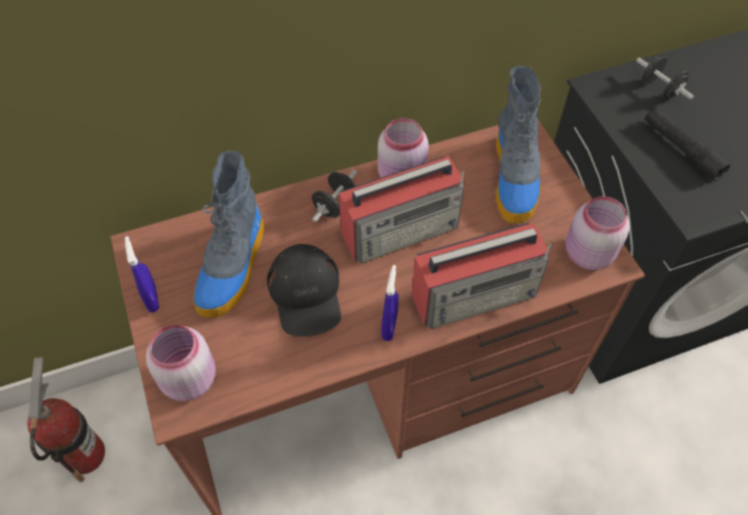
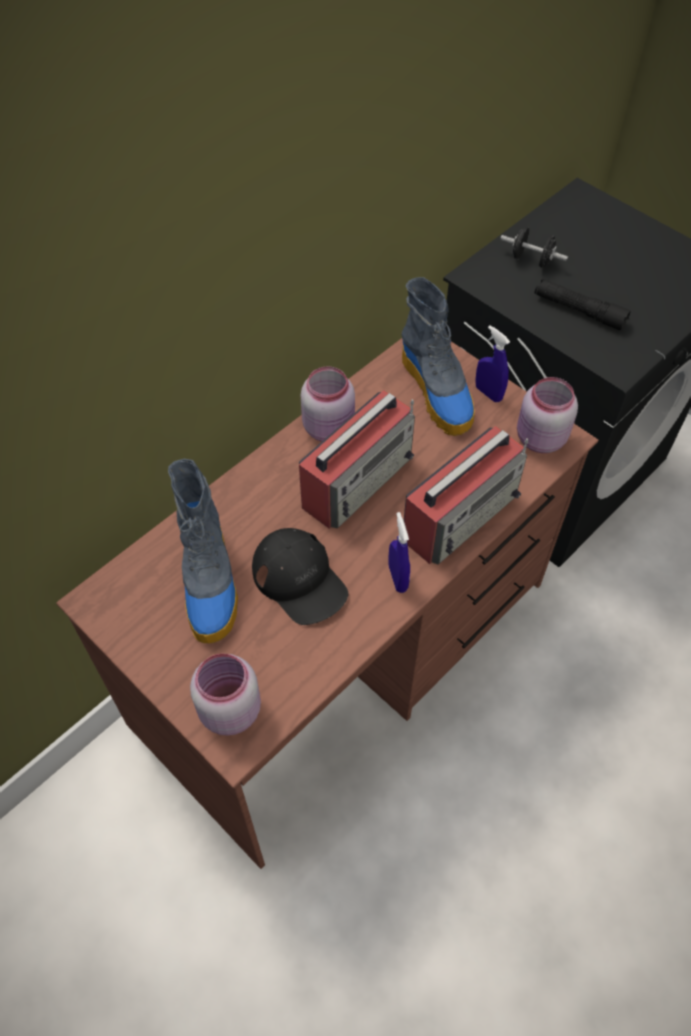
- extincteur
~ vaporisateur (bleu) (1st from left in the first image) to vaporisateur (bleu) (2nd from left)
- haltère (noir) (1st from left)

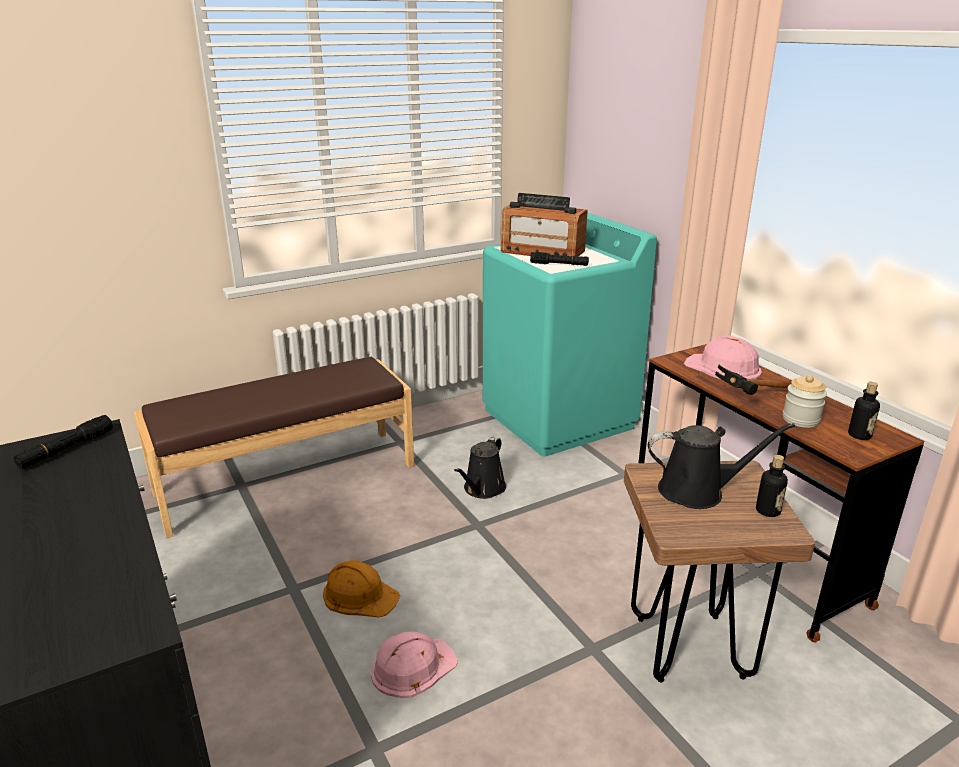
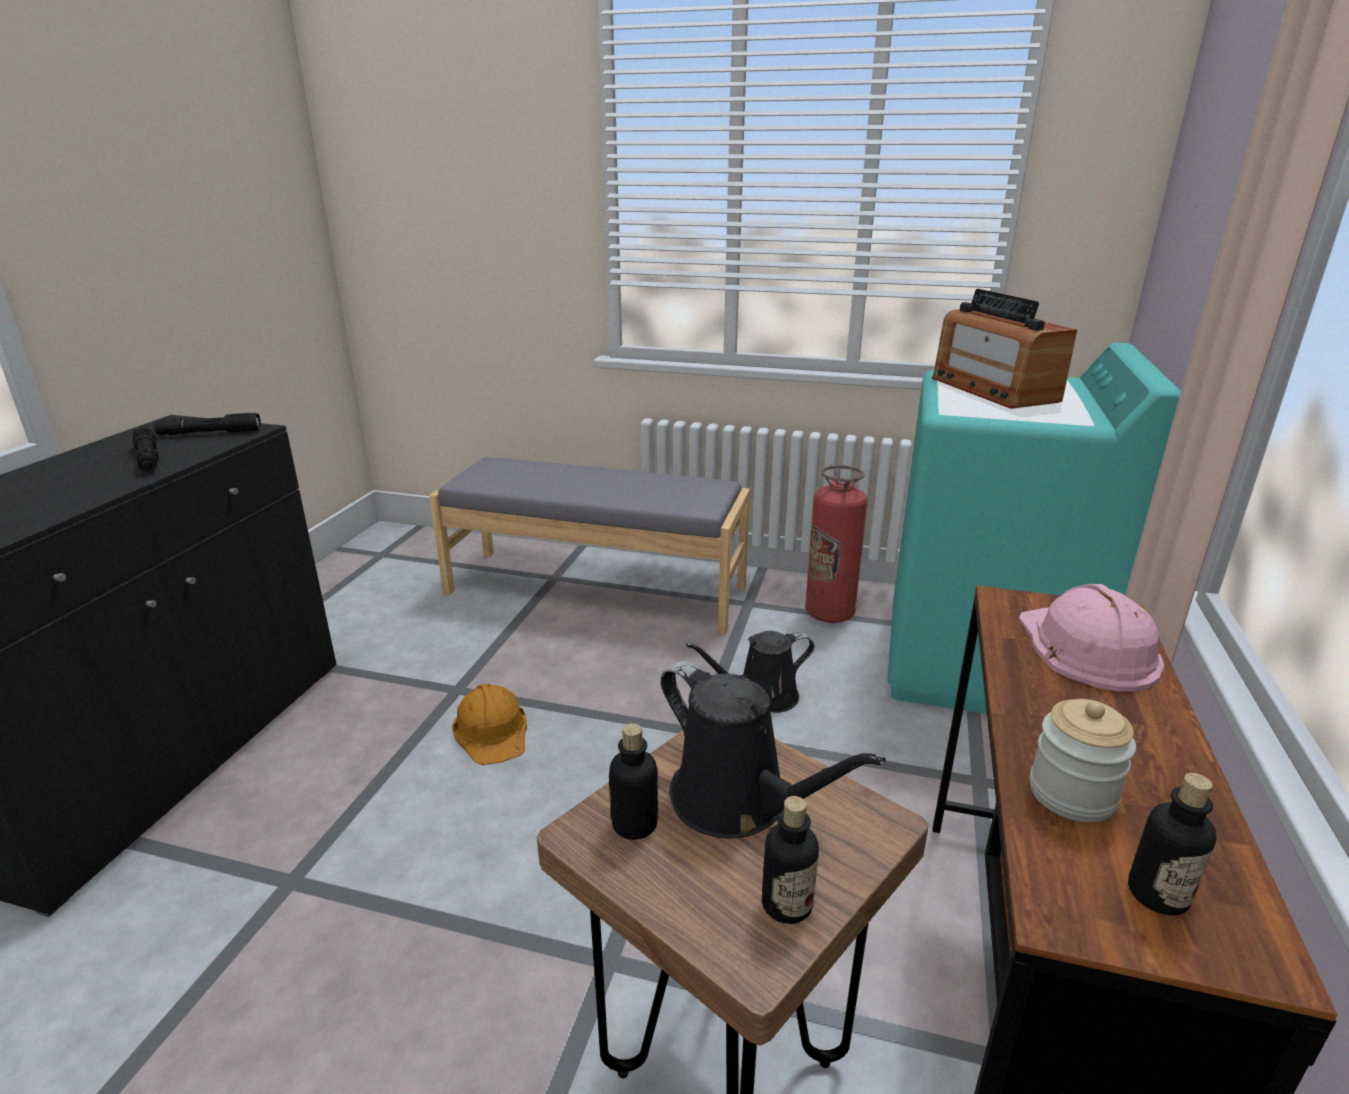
~ banc (marron) to banc (gris)
- casque de chantier (rose) (1st from left)
~ lampe de poche (noir) (2nd from left in the first image) to lampe de poche (noir) (1st from left)
- marteau
+ bouteille (1st from left)
+ extincteur

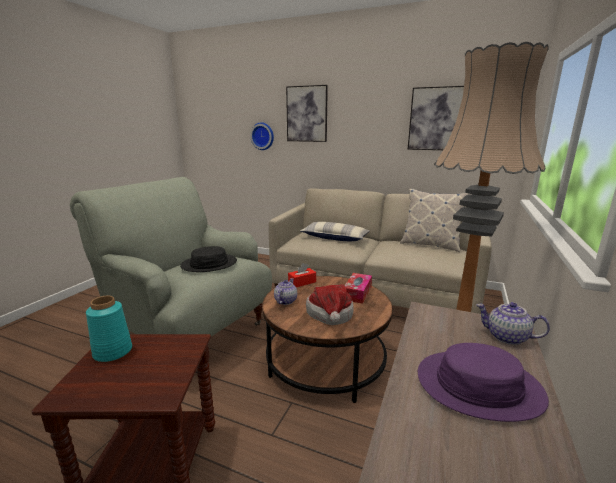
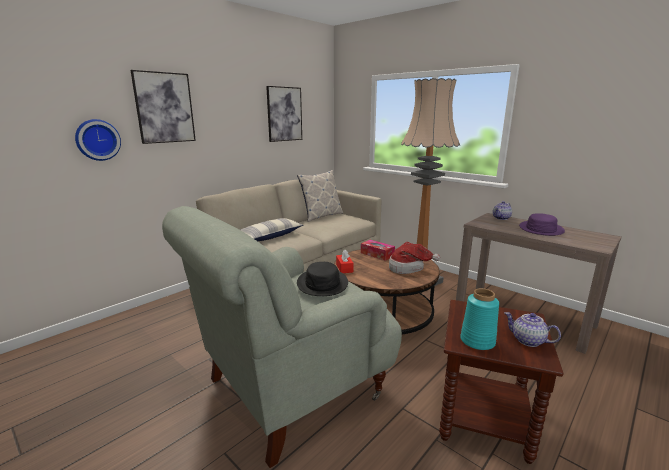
~ théière (1st from left in the first image) to théière (2nd from left)

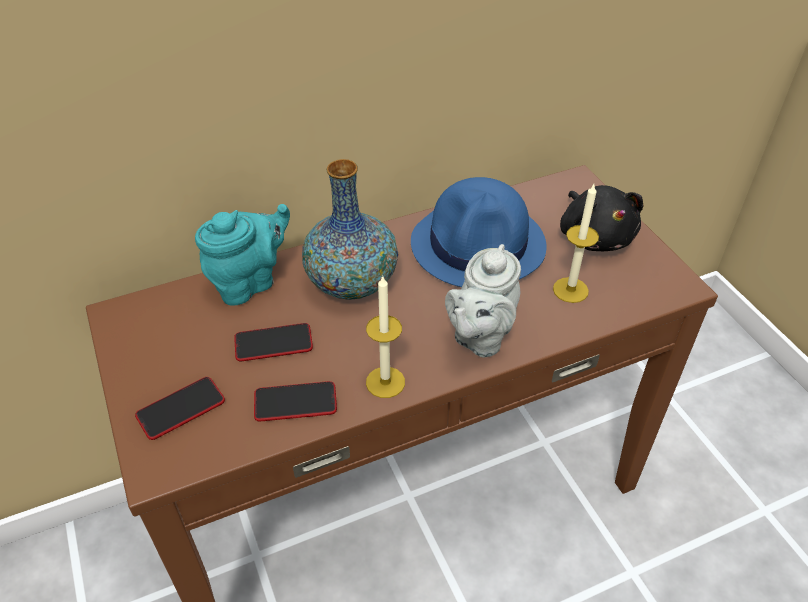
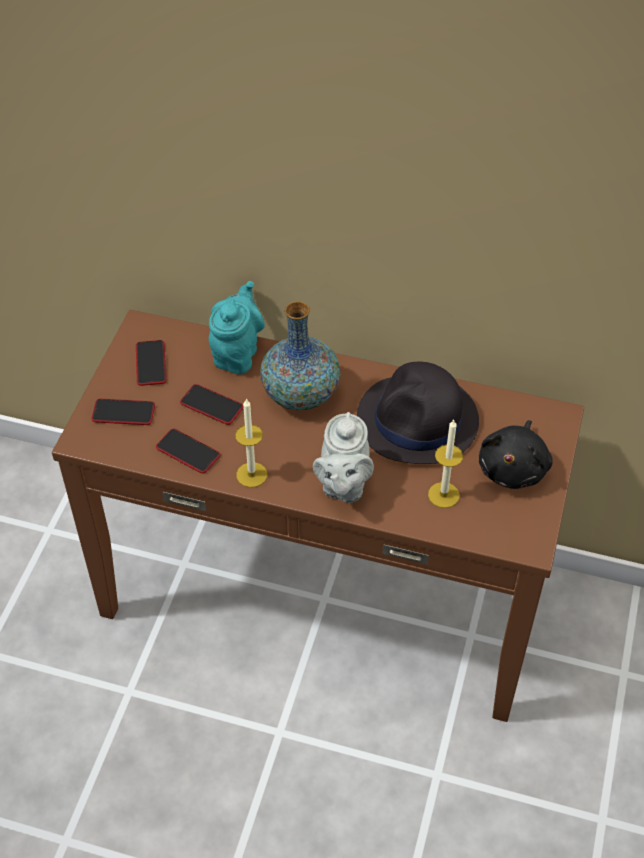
~ théière (turquoise) 75 degrees counterclockwise
~ chapeau (bleu) to chapeau (noir)
~ théière (gris) 60 degrees counterclockwise
+ téléphone (2nd from left)

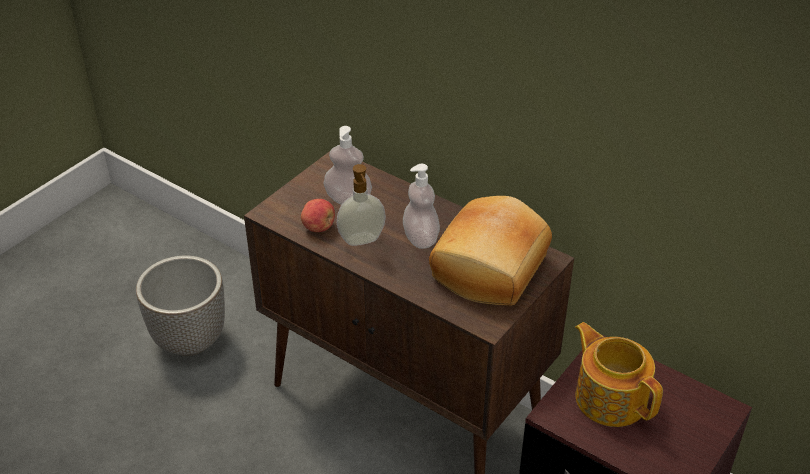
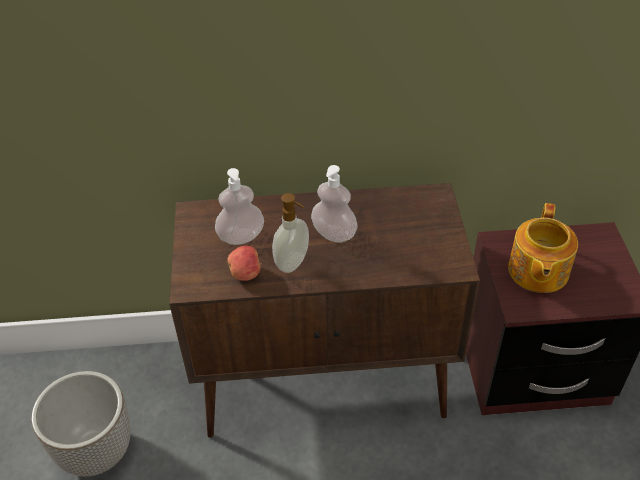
- pain
~ théière 90 degrees counterclockwise

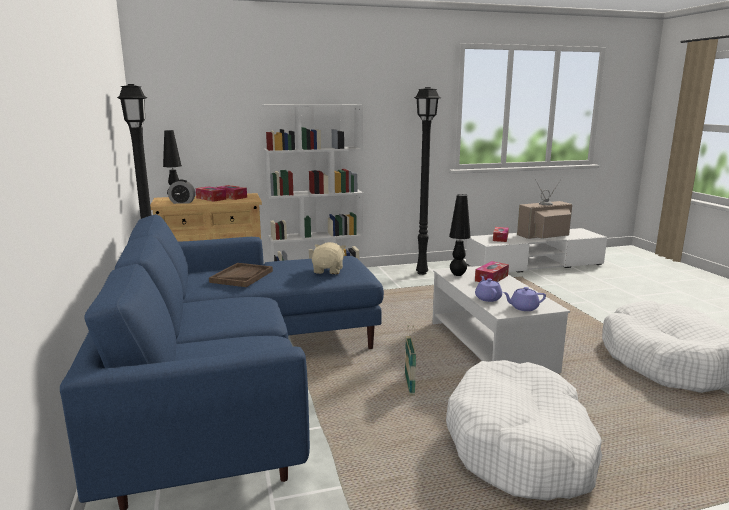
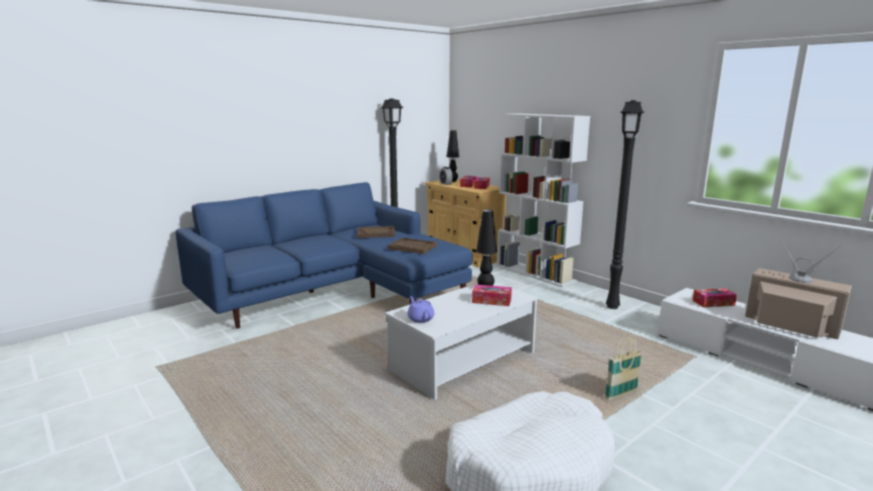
~ peluche (beige) to plateau (marron) (2nd from left)
~ panier
- panier pour chien (blanc) (1st from left)
- théière (violet) (1st from left)

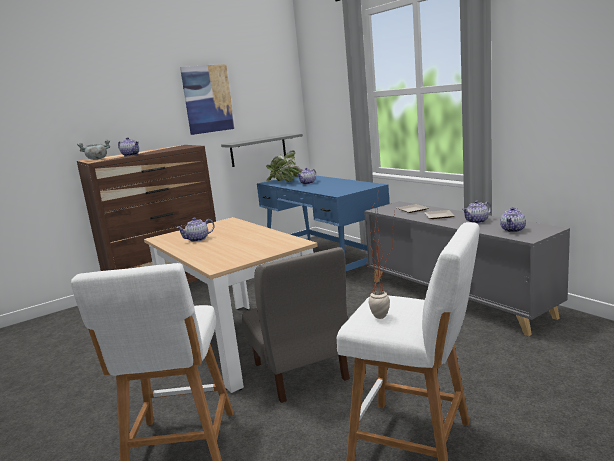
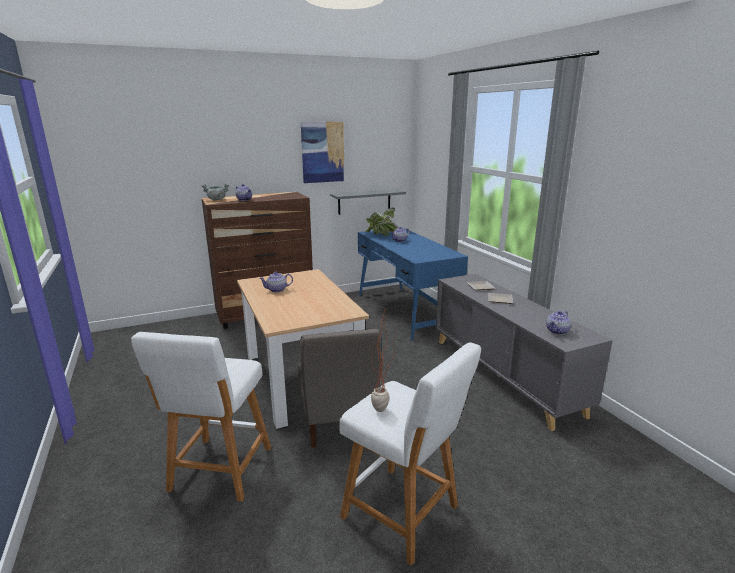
- théière (4th from left)

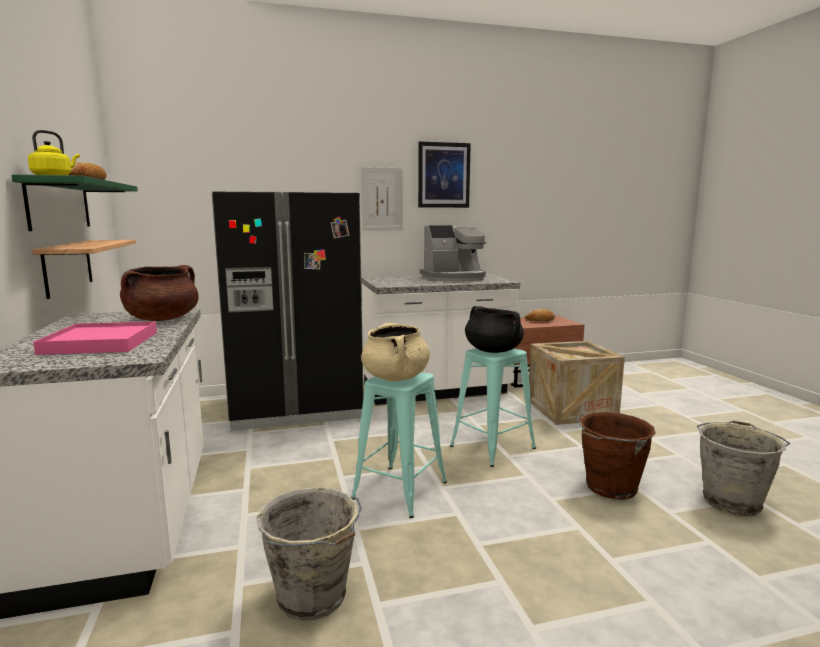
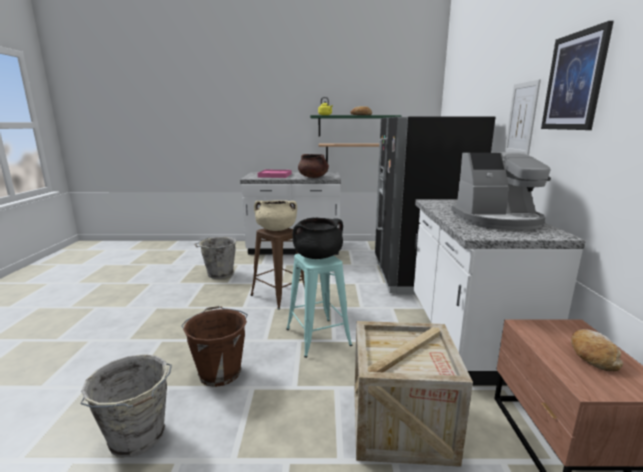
~ tabouret (turquoise) (1st from left) to tabouret (marron)
~ machine à café 90 degrees counterclockwise

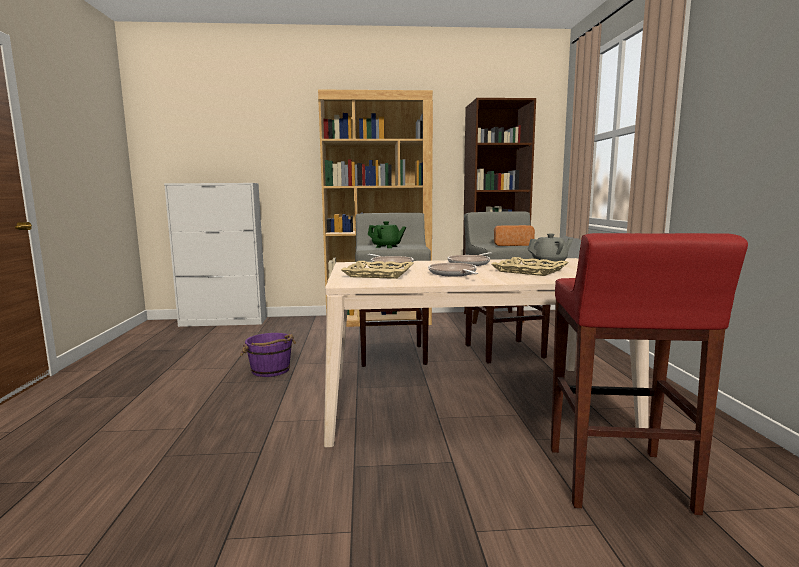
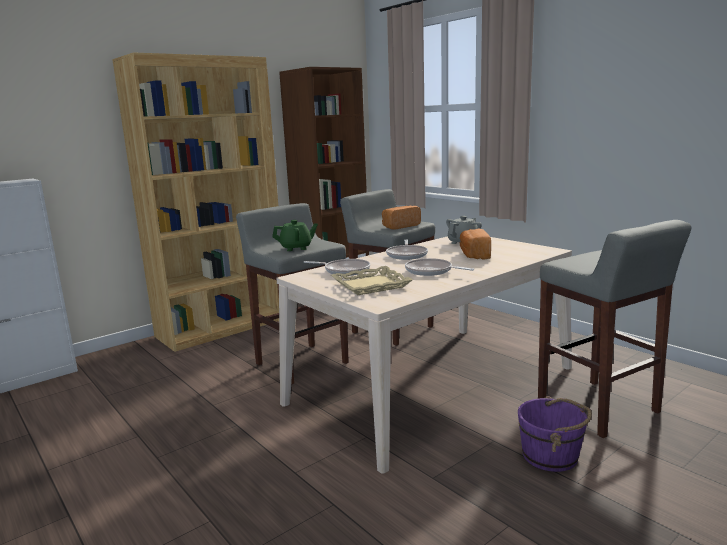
~ seau (violet)
~ plateau (beige) (2nd from left) to pain (2nd from left)
~ tabouret (rouge) to tabouret (gris) (3rd from left)

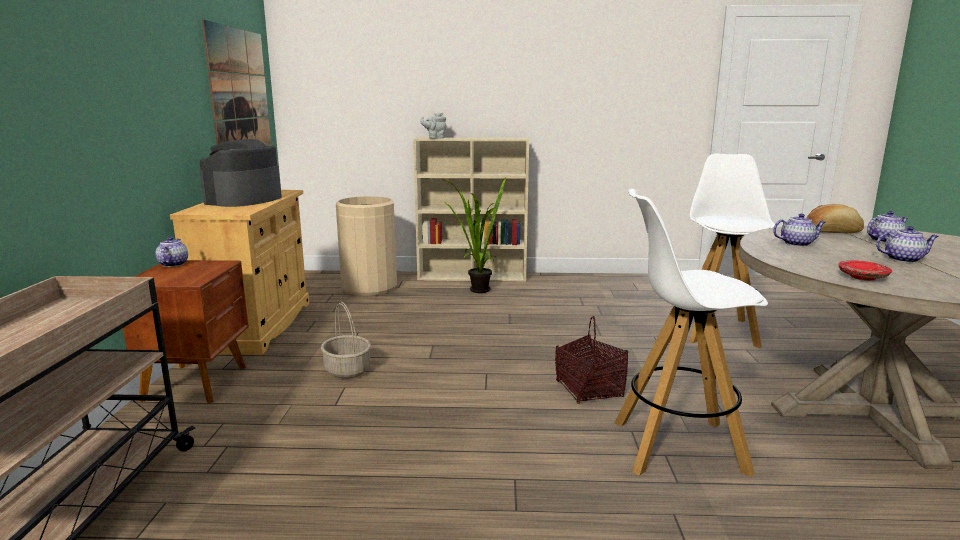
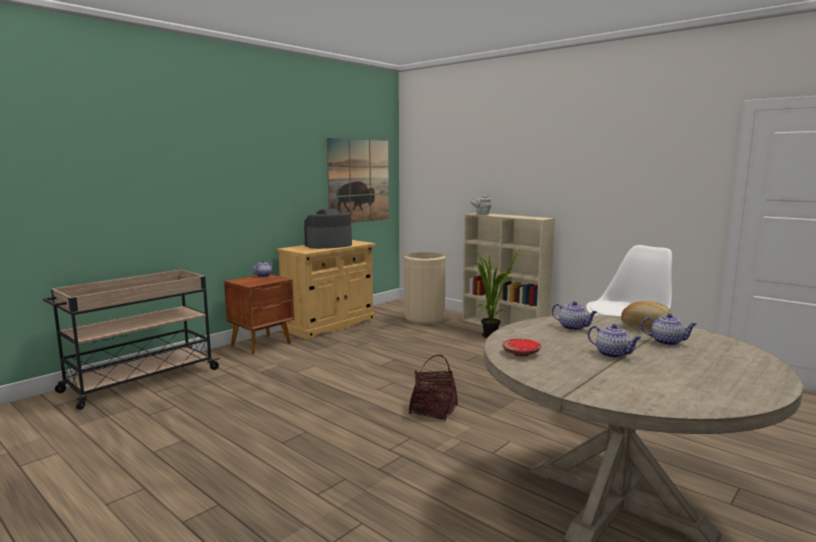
- panier (1st from left)
- tabouret (blanc) (1st from left)

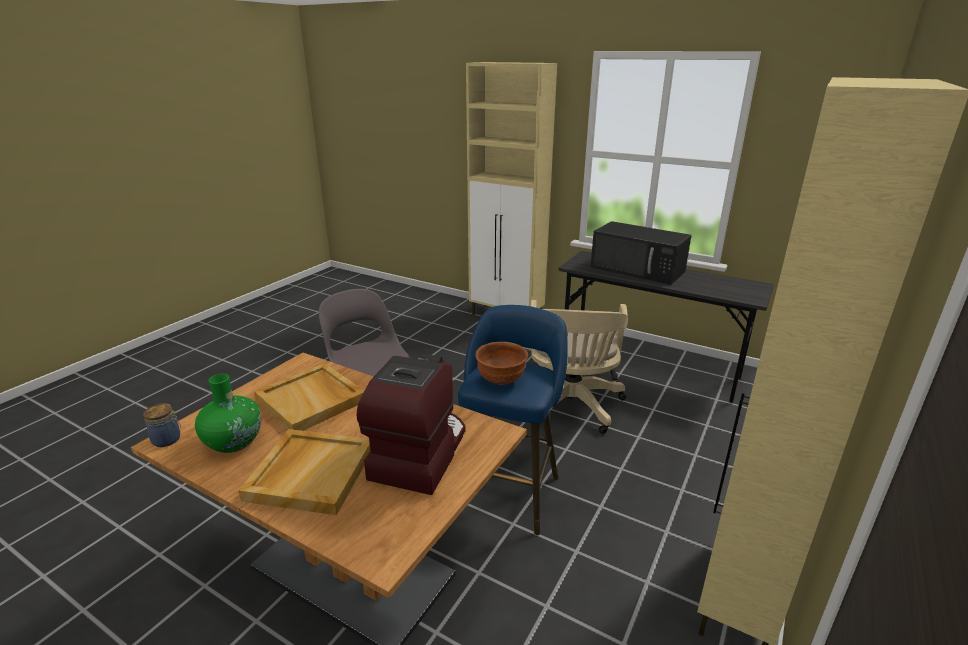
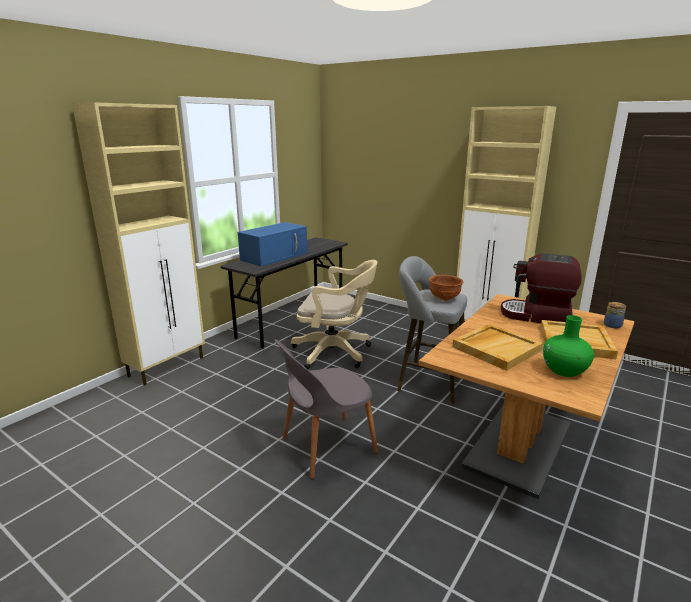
~ bocal
~ tabouret (bleu) to tabouret (gris)
~ micro-ondes (noir) to micro-ondes (bleu)

